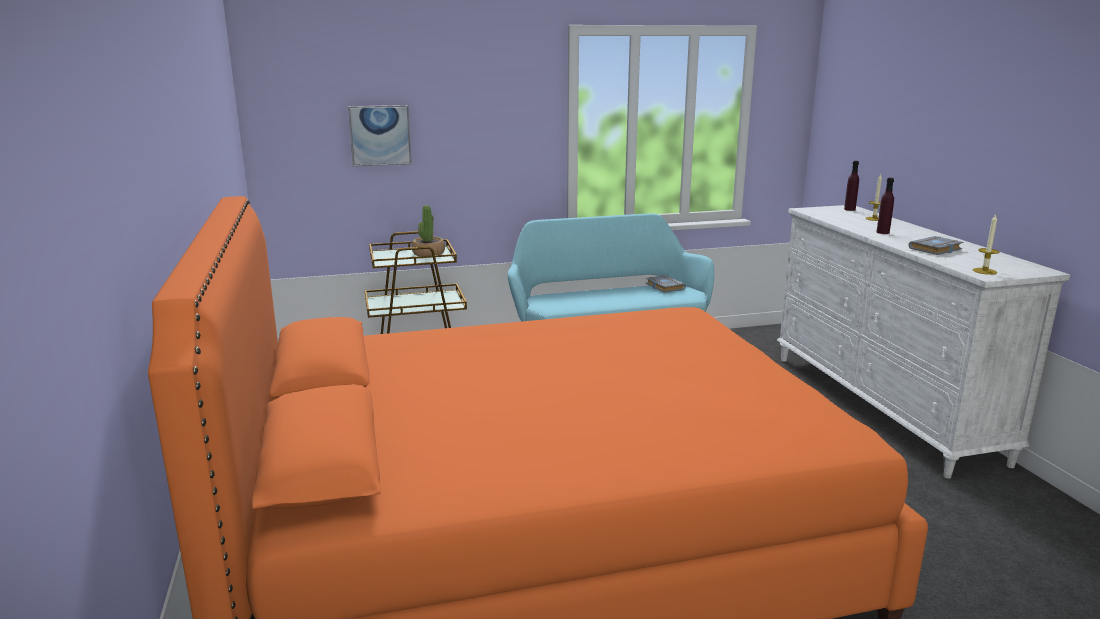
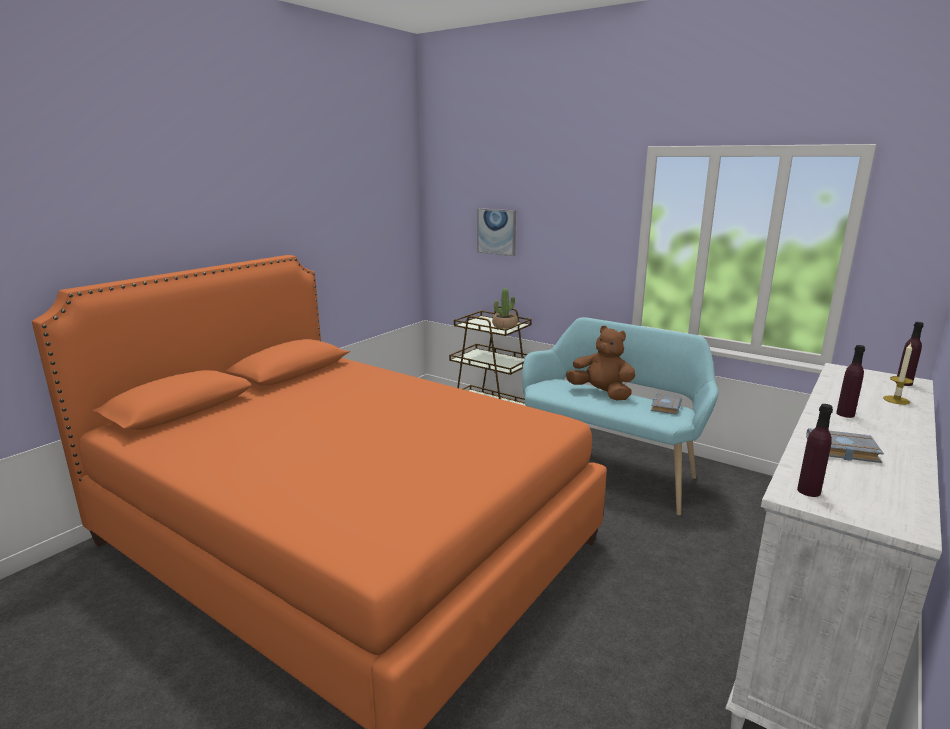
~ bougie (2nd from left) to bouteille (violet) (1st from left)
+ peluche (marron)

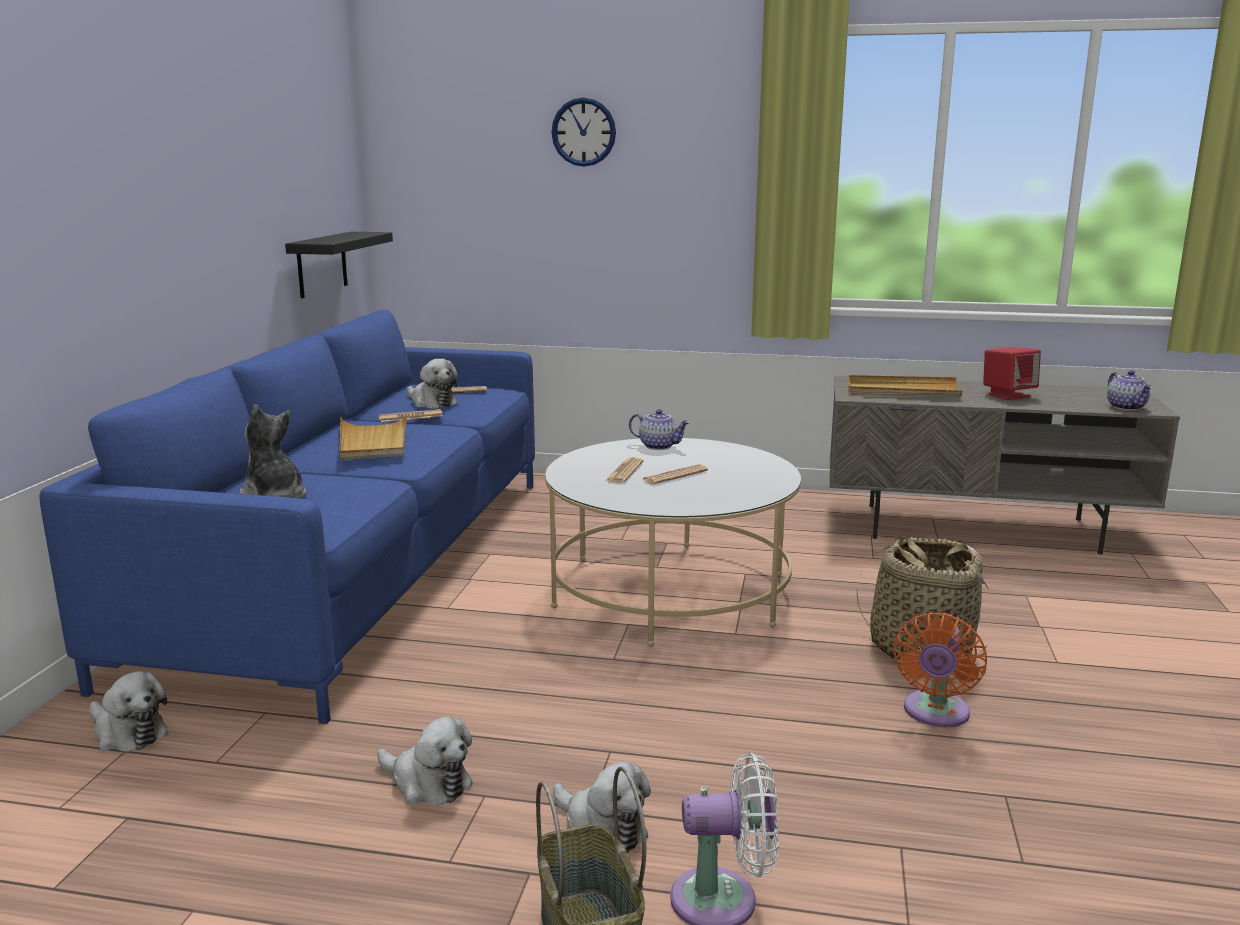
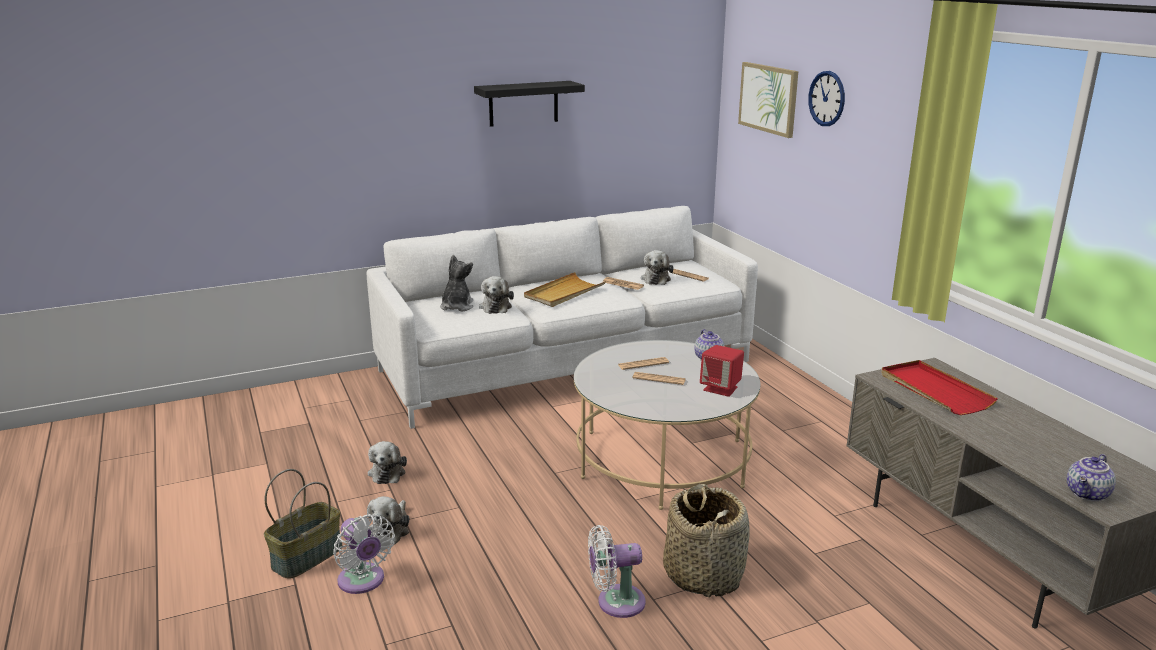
~ canapé (bleu) to canapé (blanc)
~ peluche (1st from left in the first image) to peluche (4th from left)
~ étagère (noir)
~ plateau (beige) (2nd from left) to plateau (rouge)
~ ventilateur (orange) to ventilateur (blanc) (2nd from left)
~ enceinte (rouge)
+ tableau

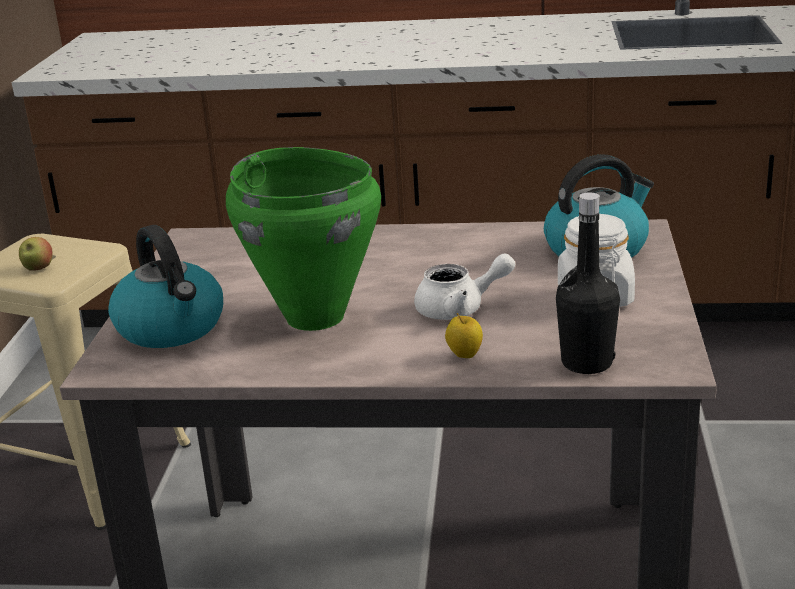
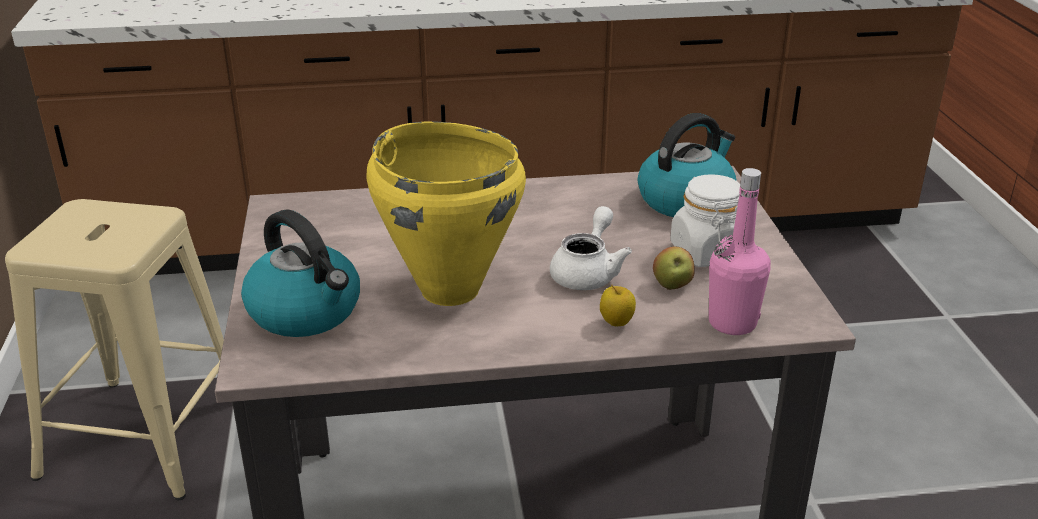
~ pomme (1st from left in the first image) to pomme (2nd from left)
~ marmite (vert) to marmite (jaune)
~ théière (blanc) 45 degrees counterclockwise
~ bouteille (noir) to bouteille (rose)

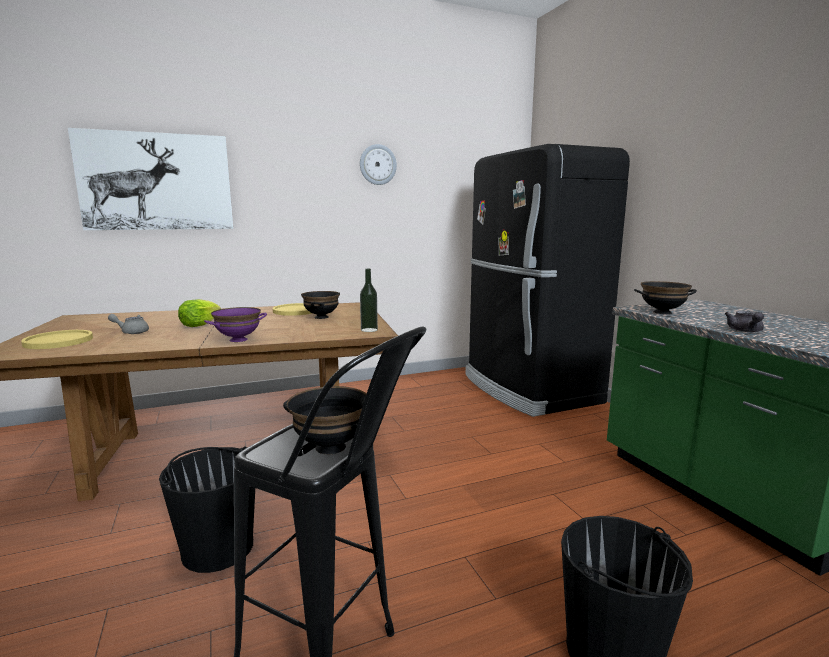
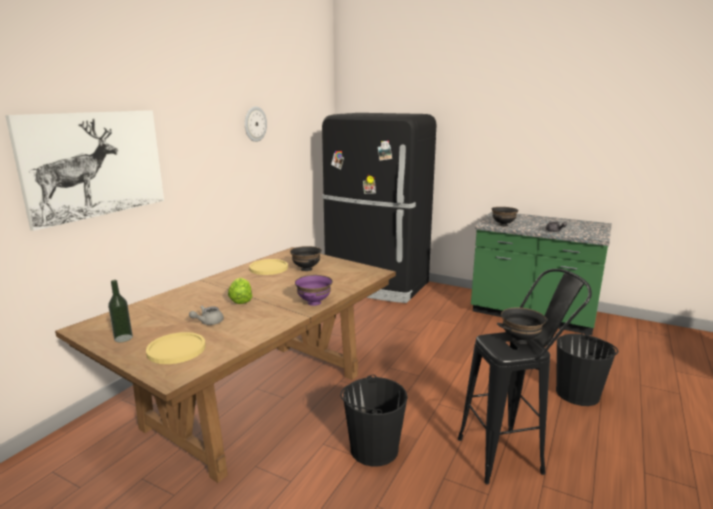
~ bouteille

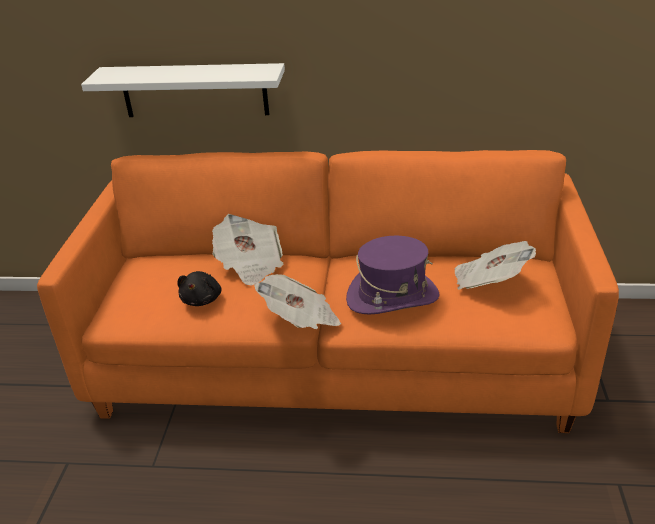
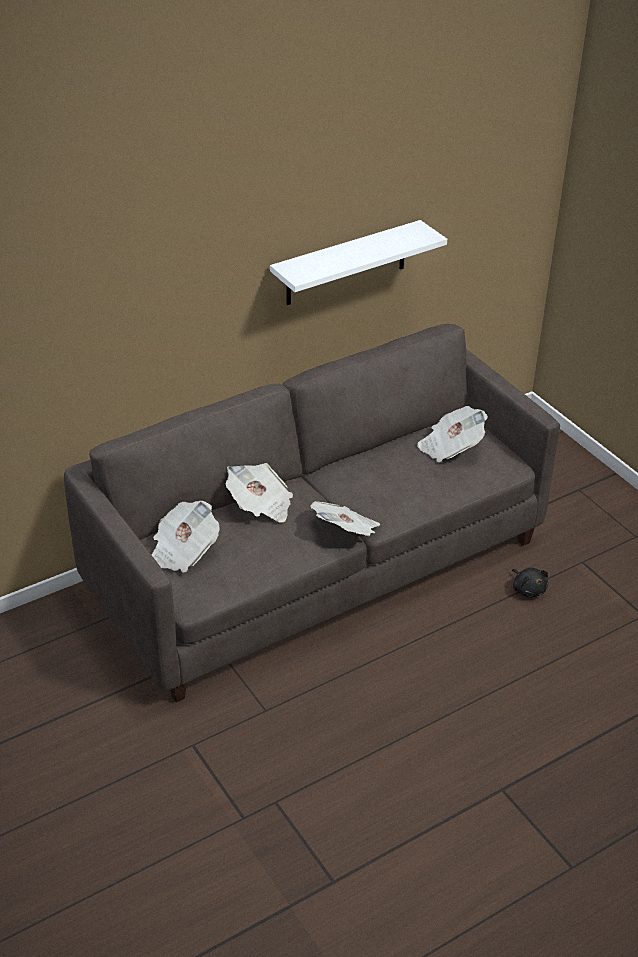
~ canapé (orange) to canapé (gris)
~ étagère (blanc)
~ peluche (noir)
- chapeau (violet)
+ journal (1st from left)

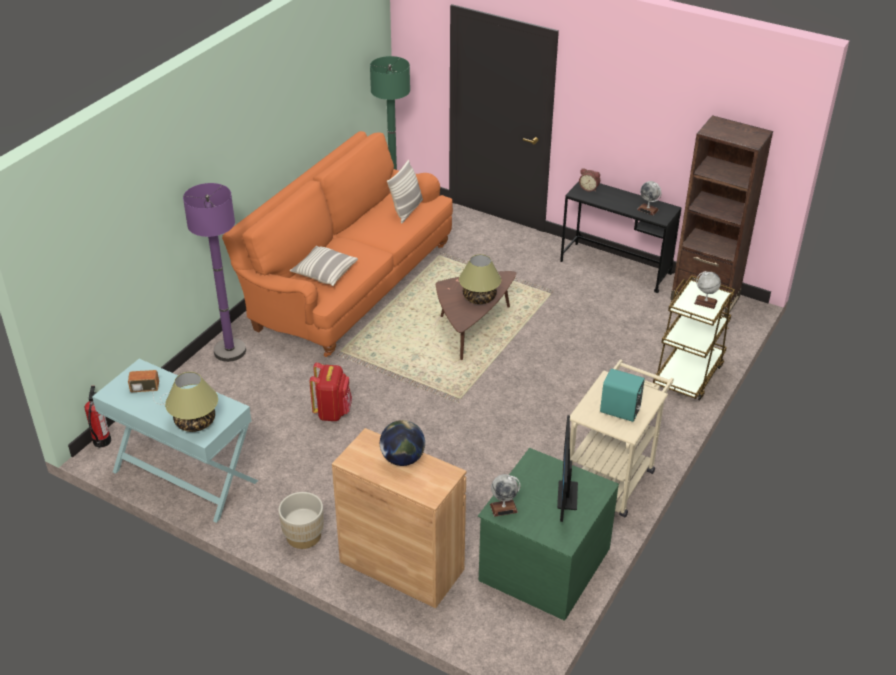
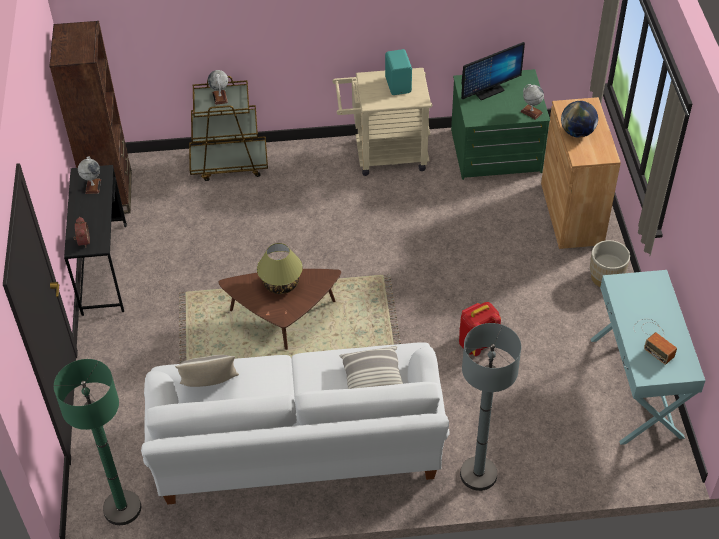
- extincteur
- lampe de table (1st from left)
~ lampadaire (violet) to lampadaire (gris)
~ canapé (orange) to canapé (blanc)

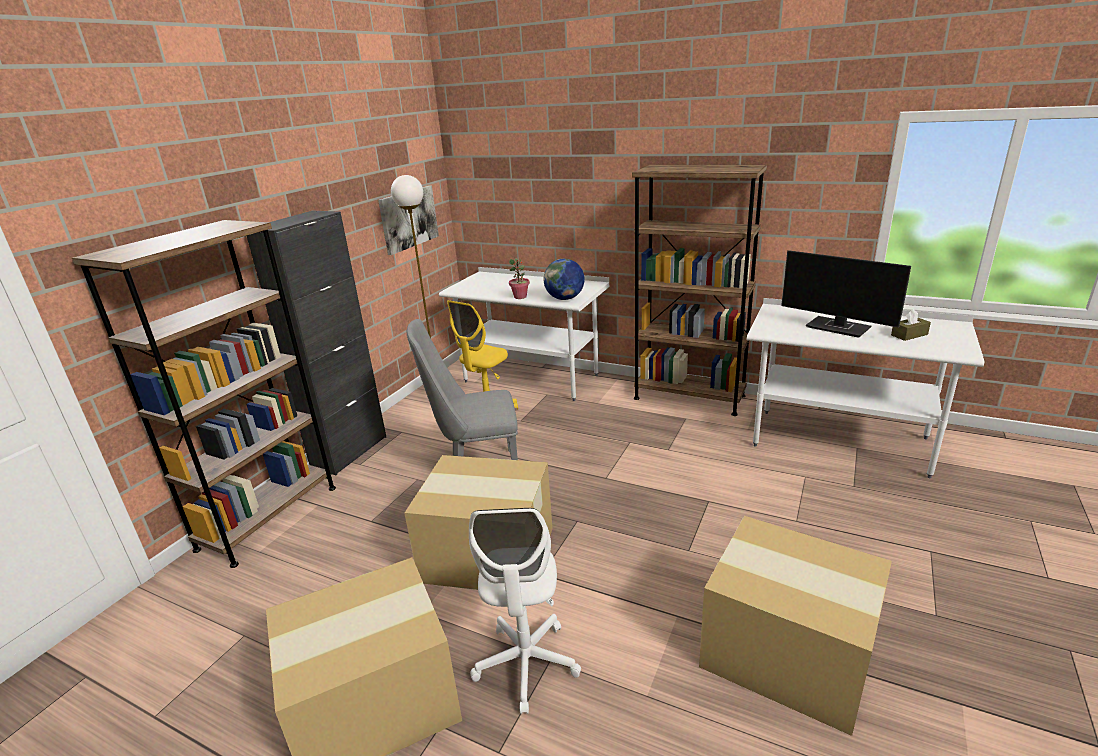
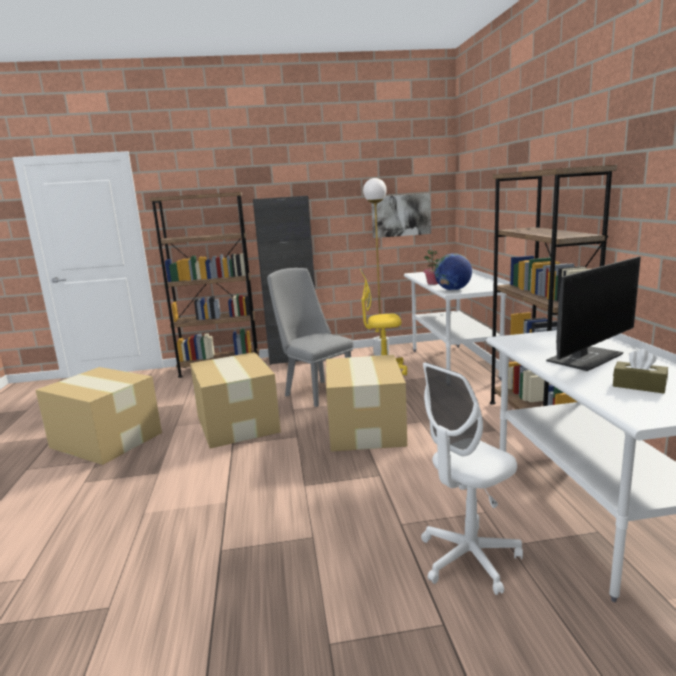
~ chaise de bureau (blanc)
~ carton (3rd from left)
~ écran d'ordinateur 135 degrees counterclockwise

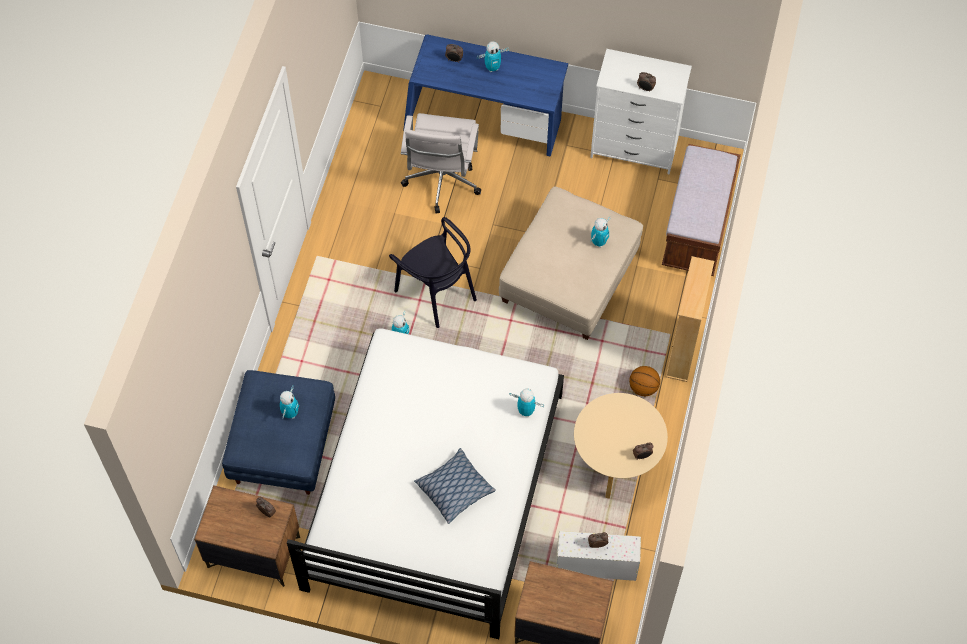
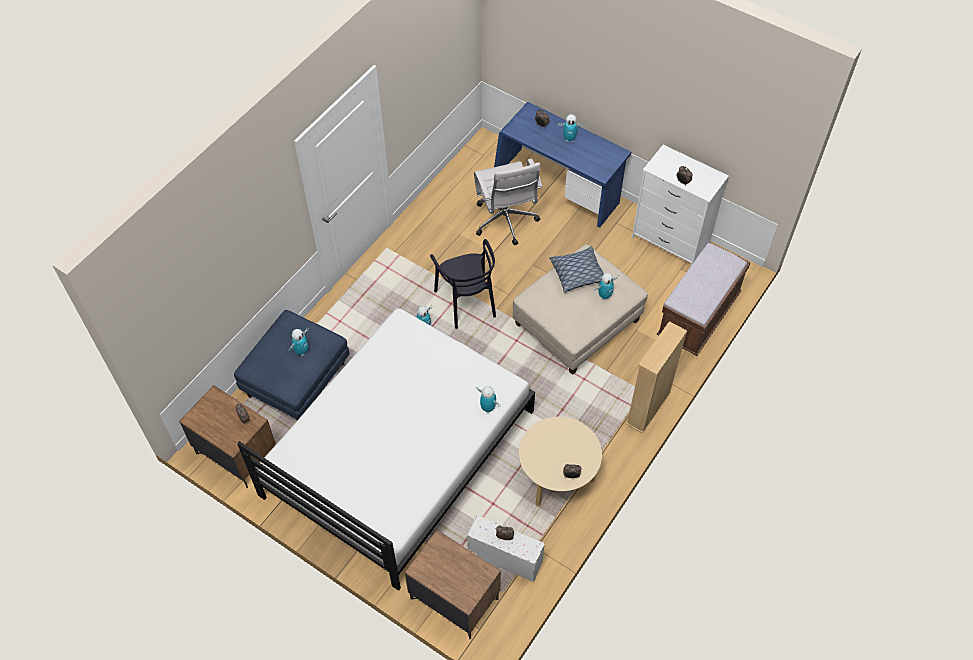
~ chaise de bureau (blanc) 45 degrees counterclockwise
~ coussin
- ballon de basket

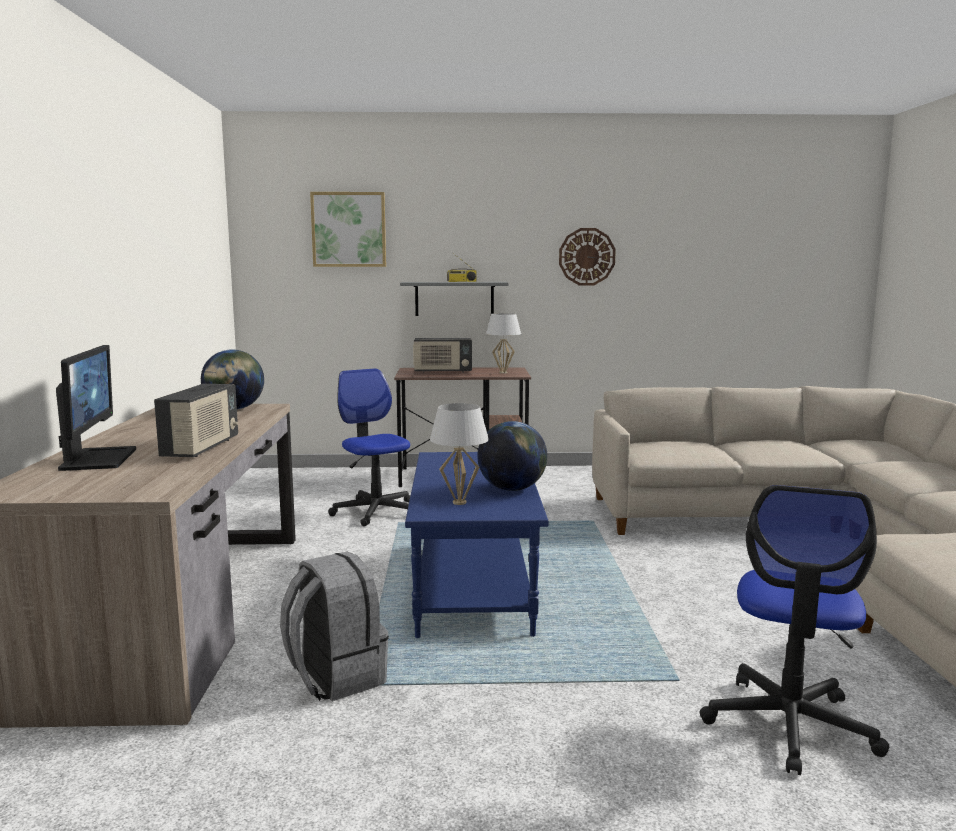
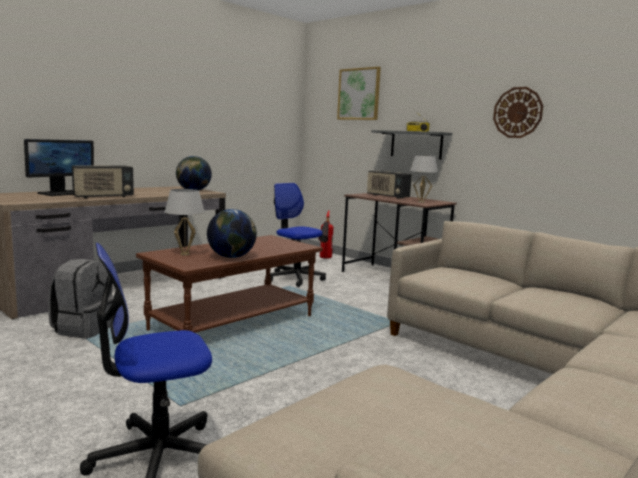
~ chaise de bureau (1st from left in the first image) 60 degrees counterclockwise
~ table basse (bleu) to table basse (marron)
+ extincteur

